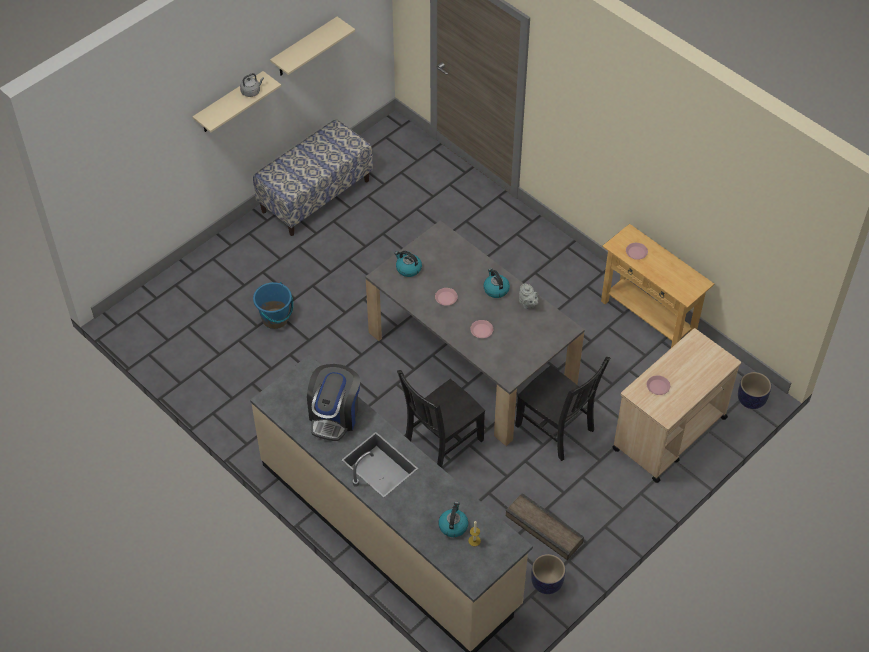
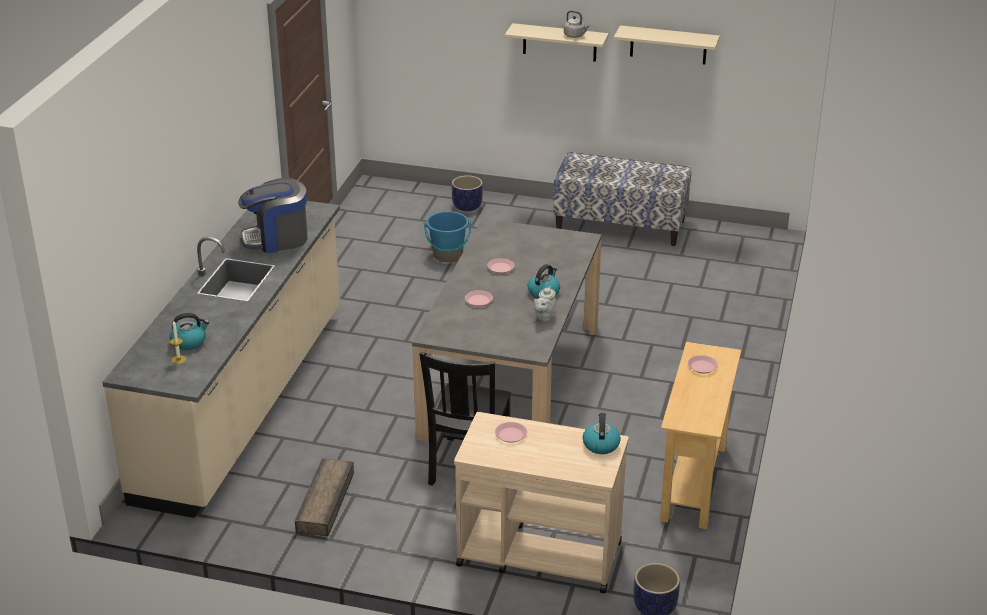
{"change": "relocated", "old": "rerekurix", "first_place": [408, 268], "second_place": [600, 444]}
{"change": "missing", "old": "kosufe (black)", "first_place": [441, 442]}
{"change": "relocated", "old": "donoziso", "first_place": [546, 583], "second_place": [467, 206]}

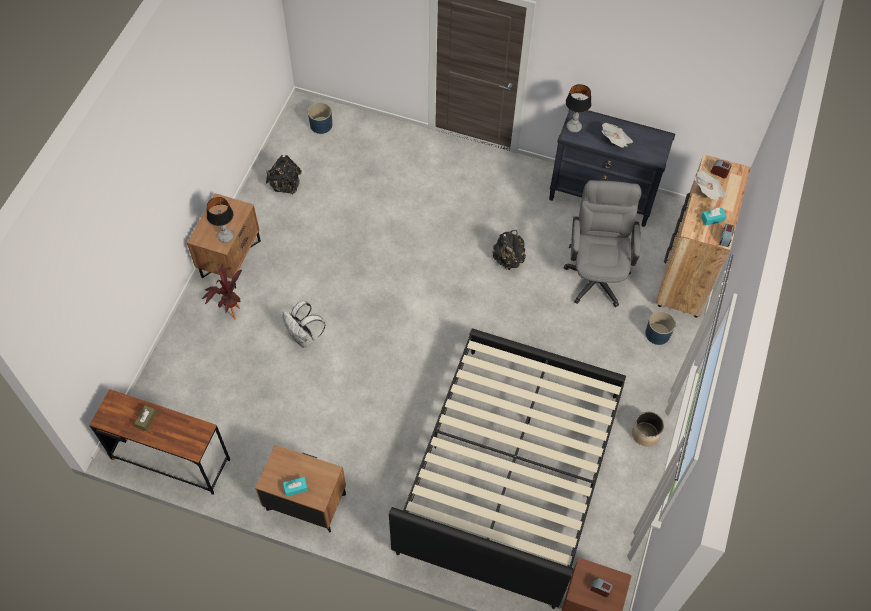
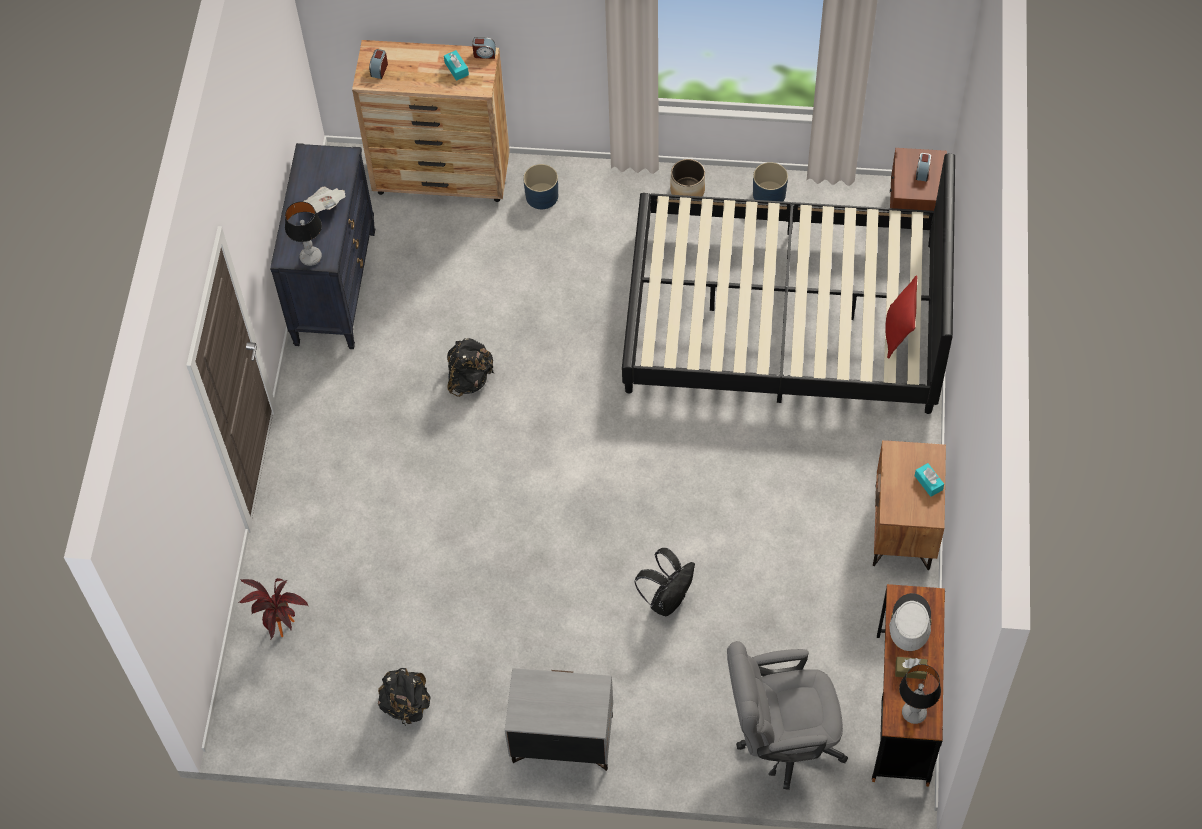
{"change": "relocated", "old": "donoziso (blue)", "first_place": [321, 125], "second_place": [768, 194]}
{"change": "missing", "old": "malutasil", "first_place": [708, 192]}
{"change": "relocated", "old": "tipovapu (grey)", "first_place": [597, 273], "second_place": [781, 740]}
{"change": "colour", "old": "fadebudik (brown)", "new": "fadebudik (grey)", "first_place": [230, 258], "second_place": [562, 740]}
{"change": "relocated", "old": "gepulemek", "first_place": [225, 236], "second_place": [913, 713]}
{"change": "relocated", "old": "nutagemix", "first_place": [229, 312], "second_place": [284, 632]}
{"change": "colour", "old": "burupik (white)", "new": "burupik (black)", "first_place": [304, 337], "second_place": [667, 599]}
{"change": "appeared", "new": "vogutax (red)", "second_place": [898, 332]}
{"change": "appeared", "new": "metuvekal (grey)", "second_place": [910, 623]}

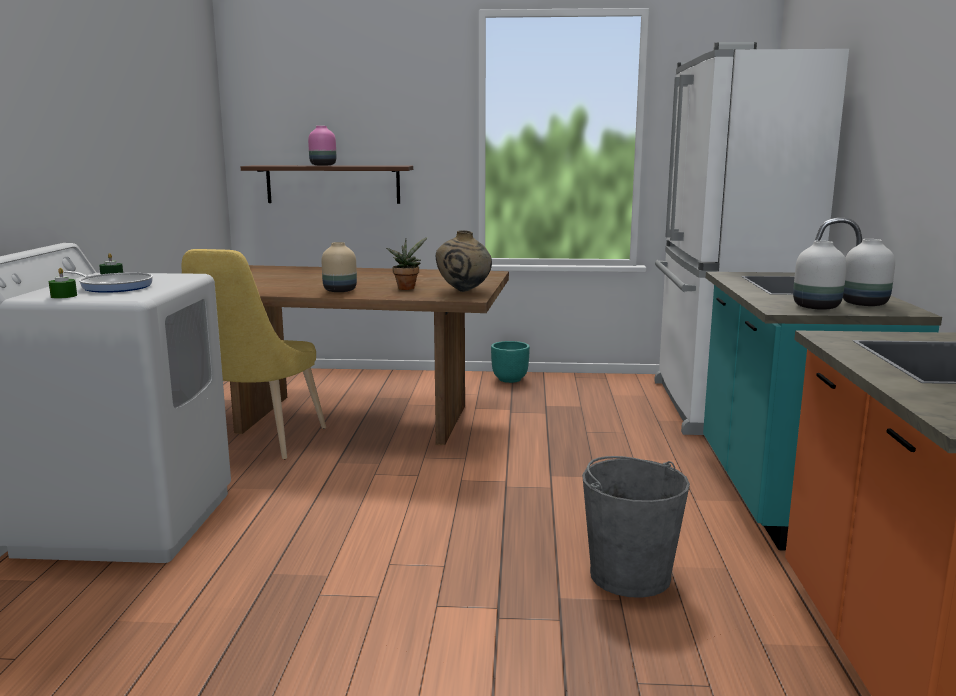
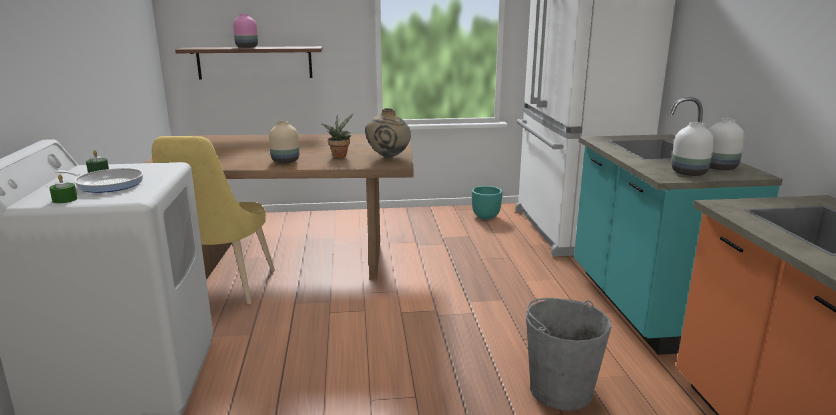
{"change": "relocated", "old": "donoziso (turquoise)", "first_place": [510, 379], "second_place": [486, 216]}

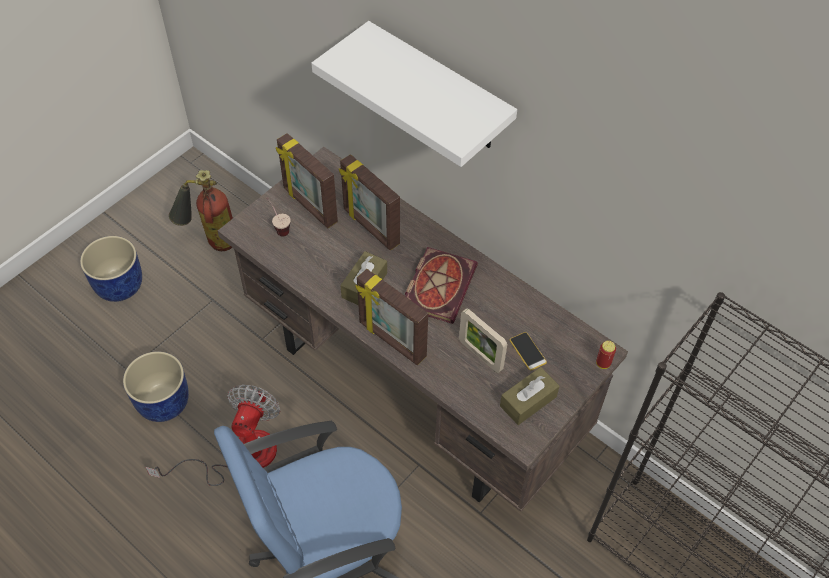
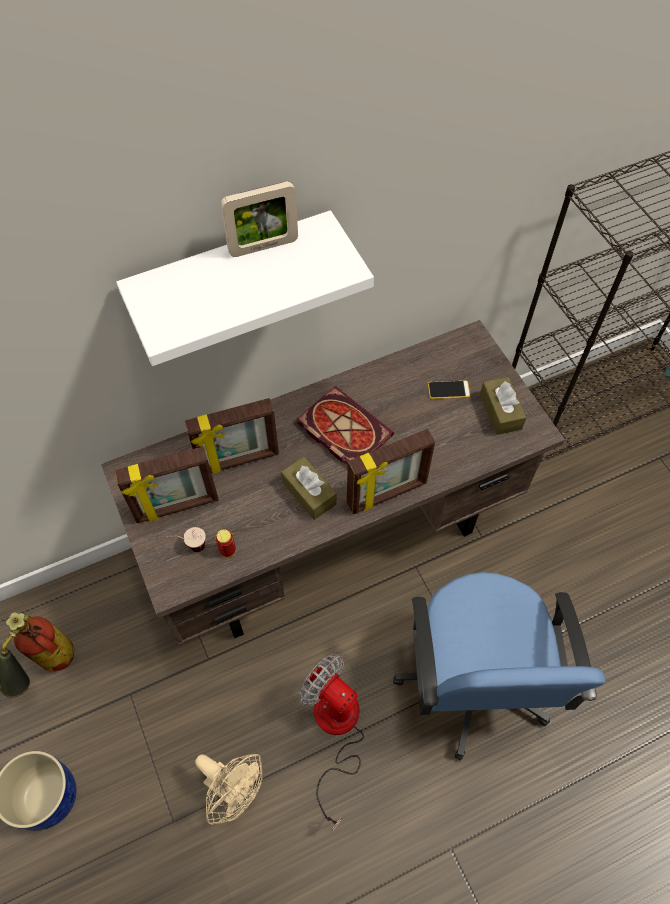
{"change": "relocated", "old": "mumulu", "first_place": [480, 355], "second_place": [263, 246]}
{"change": "relocated", "old": "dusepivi", "first_place": [603, 363], "second_place": [227, 550]}
{"change": "exchanged", "old": "donoziso (blue)", "new": "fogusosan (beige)", "first_place": [164, 402], "second_place": [234, 790]}

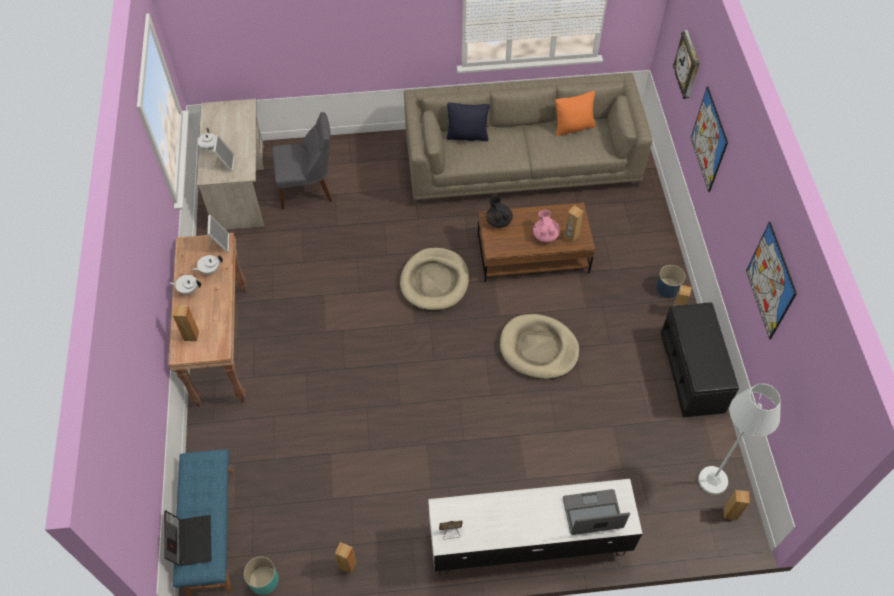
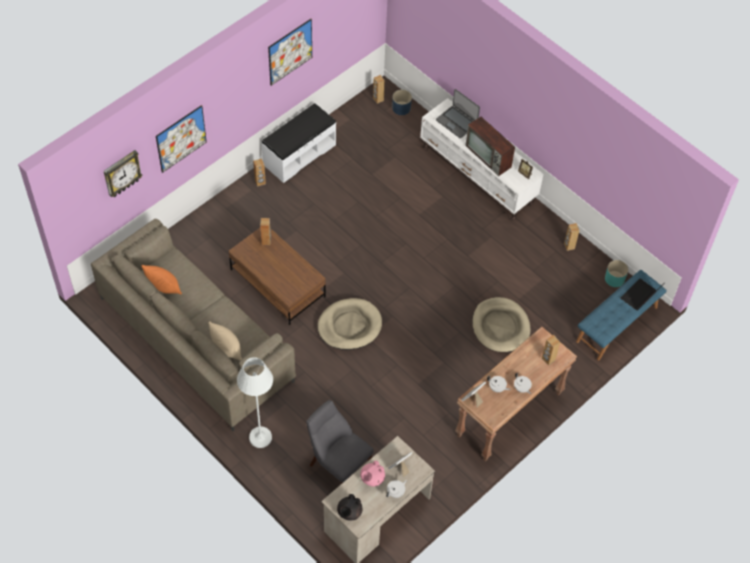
{"change": "colour", "old": "vogutax (black)", "new": "vogutax (beige)", "first_place": [467, 136], "second_place": [227, 349]}
{"change": "relocated", "old": "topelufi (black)", "first_place": [498, 221], "second_place": [349, 512]}
{"change": "relocated", "old": "topelufi (pink)", "first_place": [545, 235], "second_place": [372, 478]}
{"change": "relocated", "old": "donoziso (blue)", "first_place": [667, 288], "second_place": [401, 108]}
{"change": "colour", "old": "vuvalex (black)", "new": "vuvalex (white)", "first_place": [692, 372], "second_place": [299, 154]}
{"change": "relocated", "old": "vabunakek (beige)", "first_place": [538, 349], "second_place": [500, 326]}
{"change": "relocated", "old": "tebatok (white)", "first_place": [712, 480], "second_place": [260, 437]}
{"change": "appeared", "new": "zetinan", "second_place": [489, 157]}

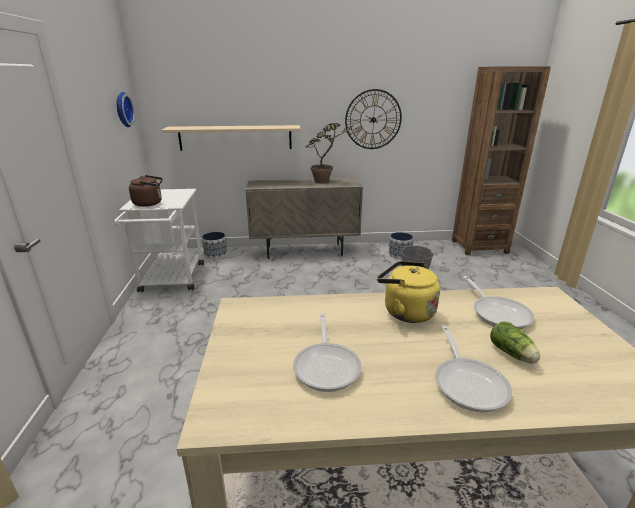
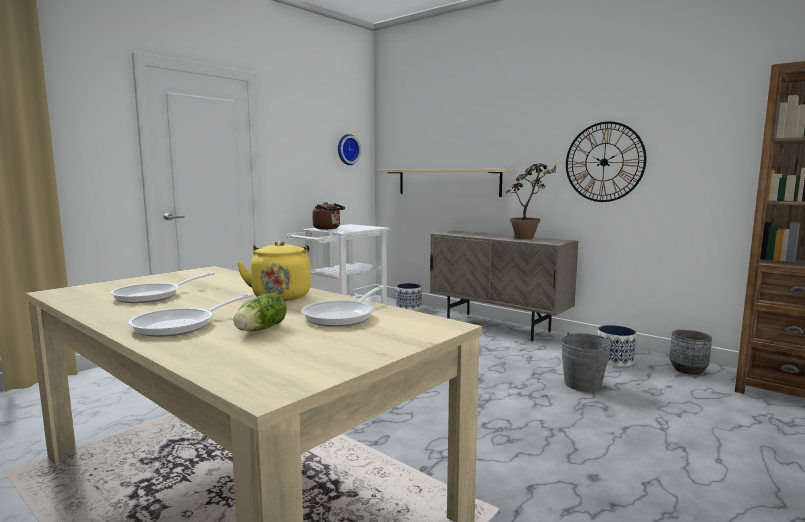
{"change": "appeared", "new": "donoziso (grey)", "second_place": [687, 370]}

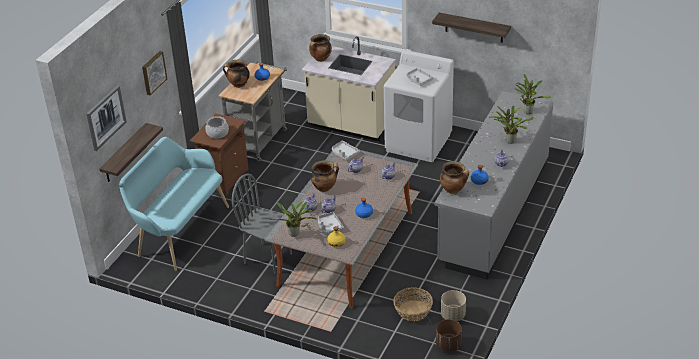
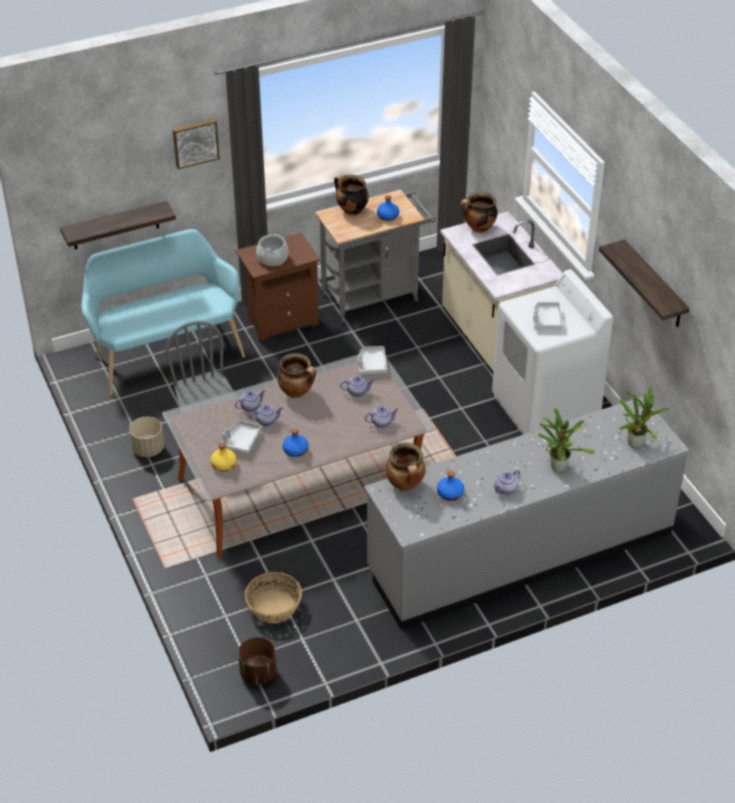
{"change": "missing", "old": "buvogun", "first_place": [105, 117]}
{"change": "missing", "old": "nutagemix", "first_place": [295, 234]}
{"change": "relocated", "old": "donoziso (beige)", "first_place": [452, 315], "second_place": [148, 449]}

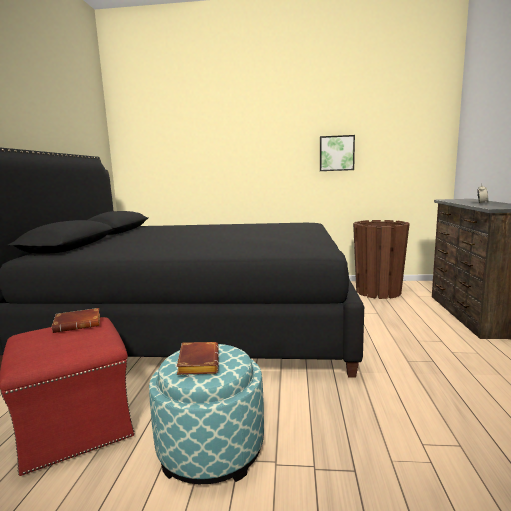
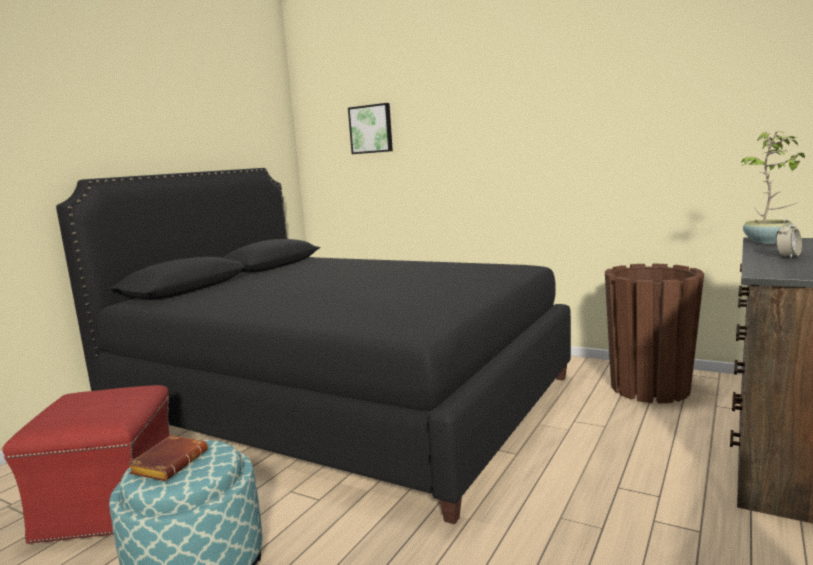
{"change": "relocated", "old": "buvogun", "first_place": [336, 153], "second_place": [371, 129]}
{"change": "missing", "old": "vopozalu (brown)", "first_place": [79, 324]}
{"change": "appeared", "new": "nutagemix", "second_place": [768, 242]}

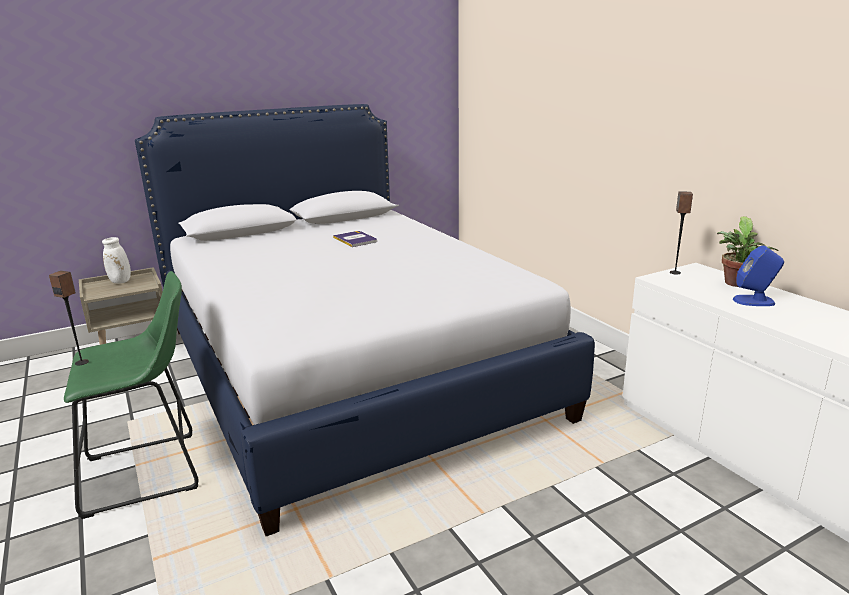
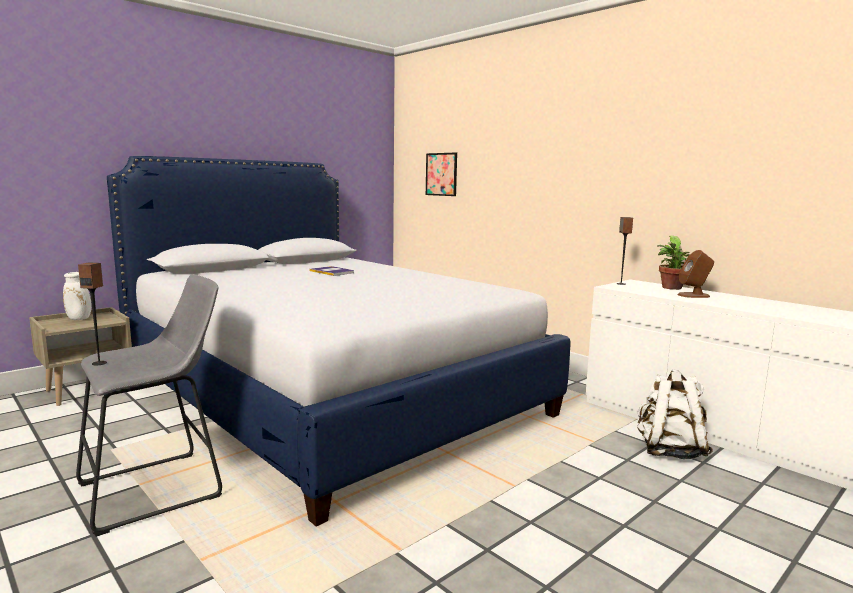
{"change": "colour", "old": "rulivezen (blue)", "new": "rulivezen (brown)", "first_place": [754, 301], "second_place": [694, 295]}
{"change": "colour", "old": "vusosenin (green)", "new": "vusosenin (grey)", "first_place": [150, 472], "second_place": [159, 489]}
{"change": "appeared", "new": "buvogun", "second_place": [441, 174]}
{"change": "appeared", "new": "burupik (white)", "second_place": [669, 451]}

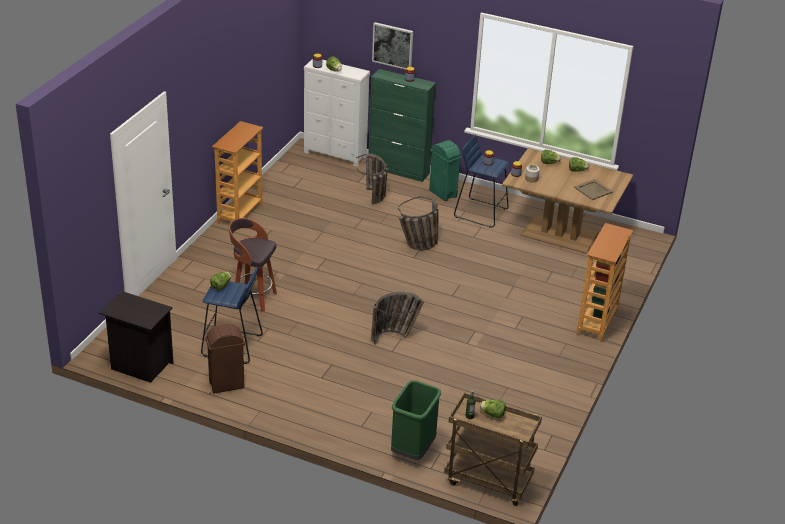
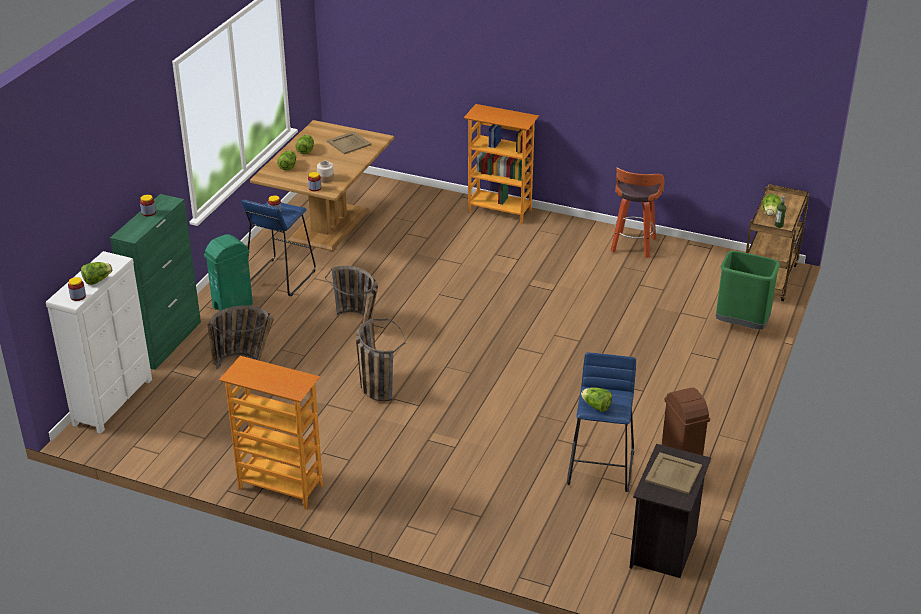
{"change": "missing", "old": "buvogun", "first_place": [392, 45]}
{"change": "relocated", "old": "vusosenin", "first_place": [253, 298], "second_place": [633, 246]}
{"change": "relocated", "old": "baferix", "first_place": [395, 337], "second_place": [375, 384]}
{"change": "appeared", "new": "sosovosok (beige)", "second_place": [673, 474]}

